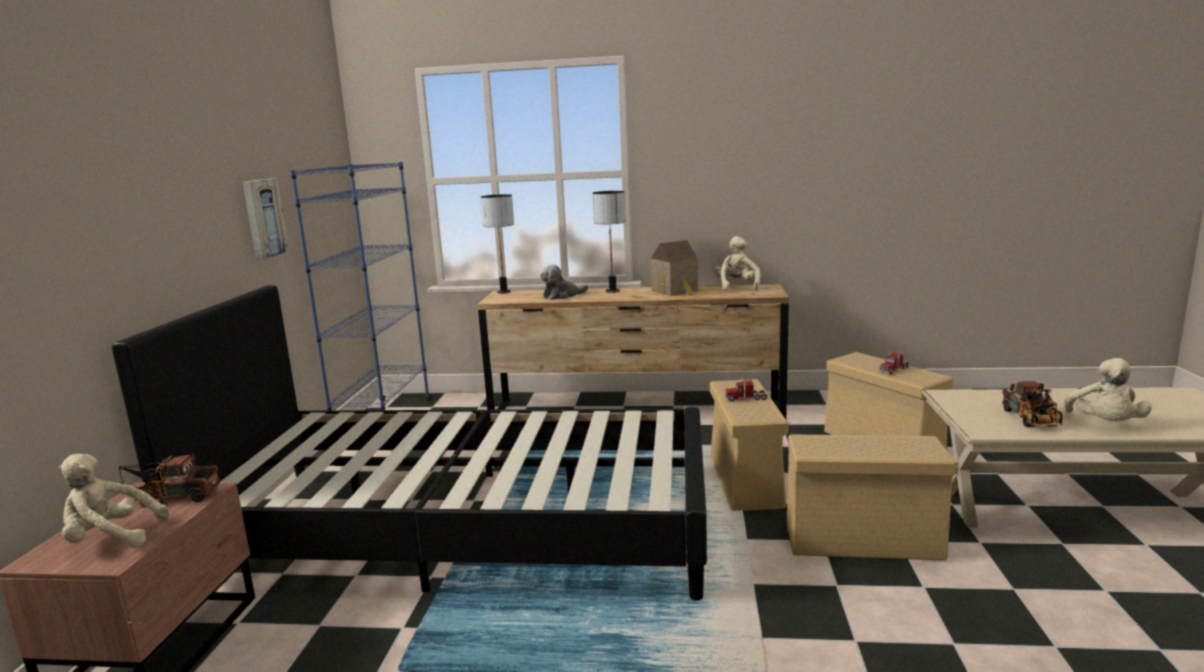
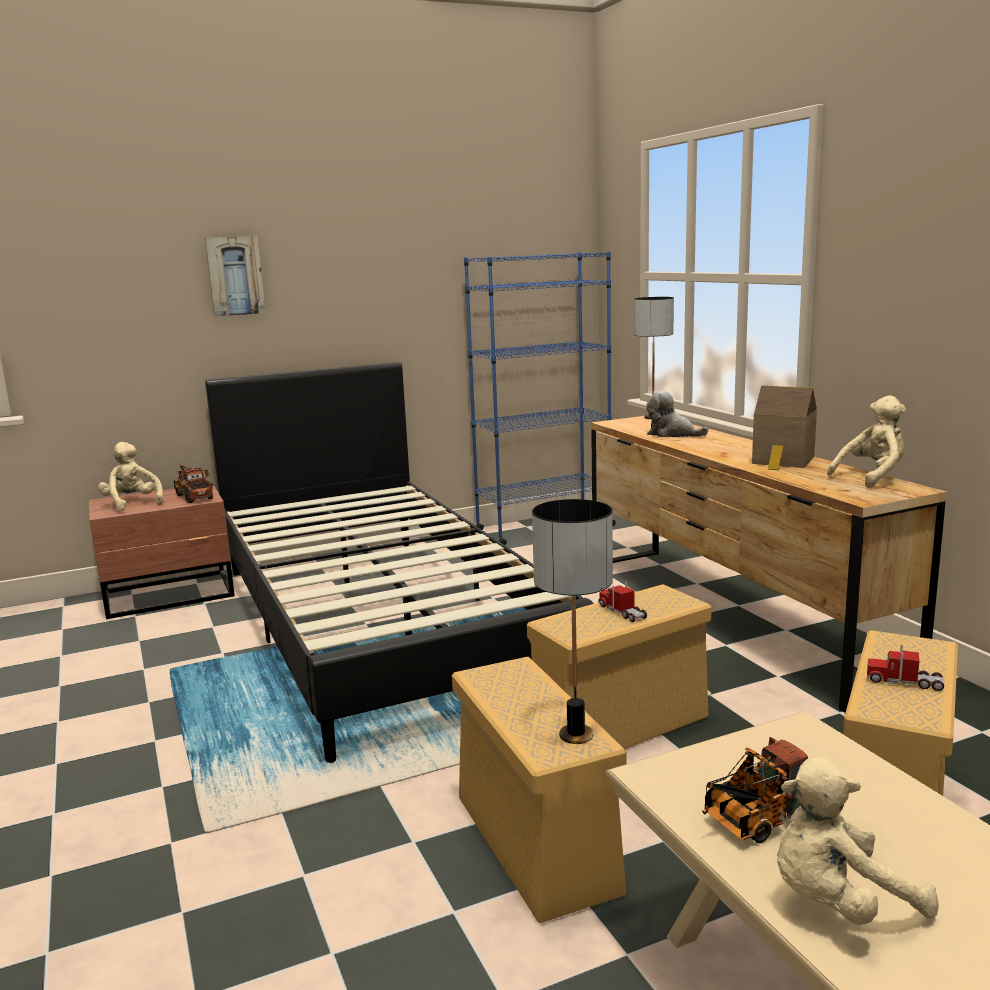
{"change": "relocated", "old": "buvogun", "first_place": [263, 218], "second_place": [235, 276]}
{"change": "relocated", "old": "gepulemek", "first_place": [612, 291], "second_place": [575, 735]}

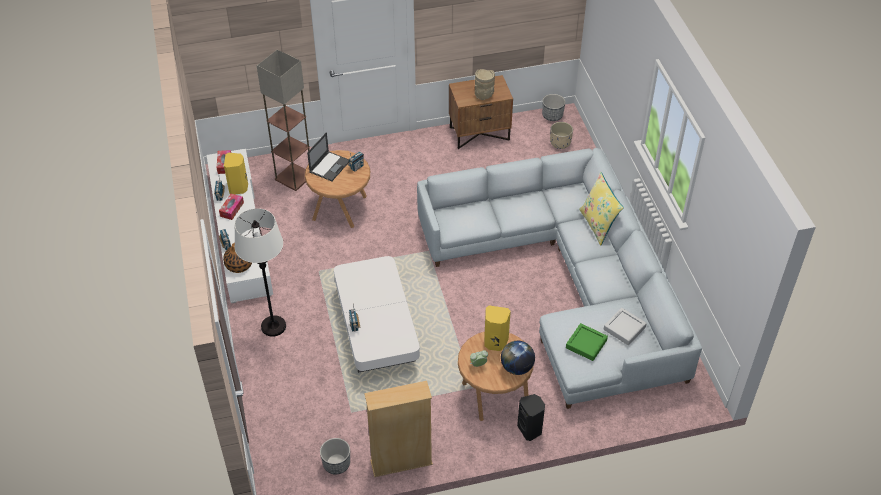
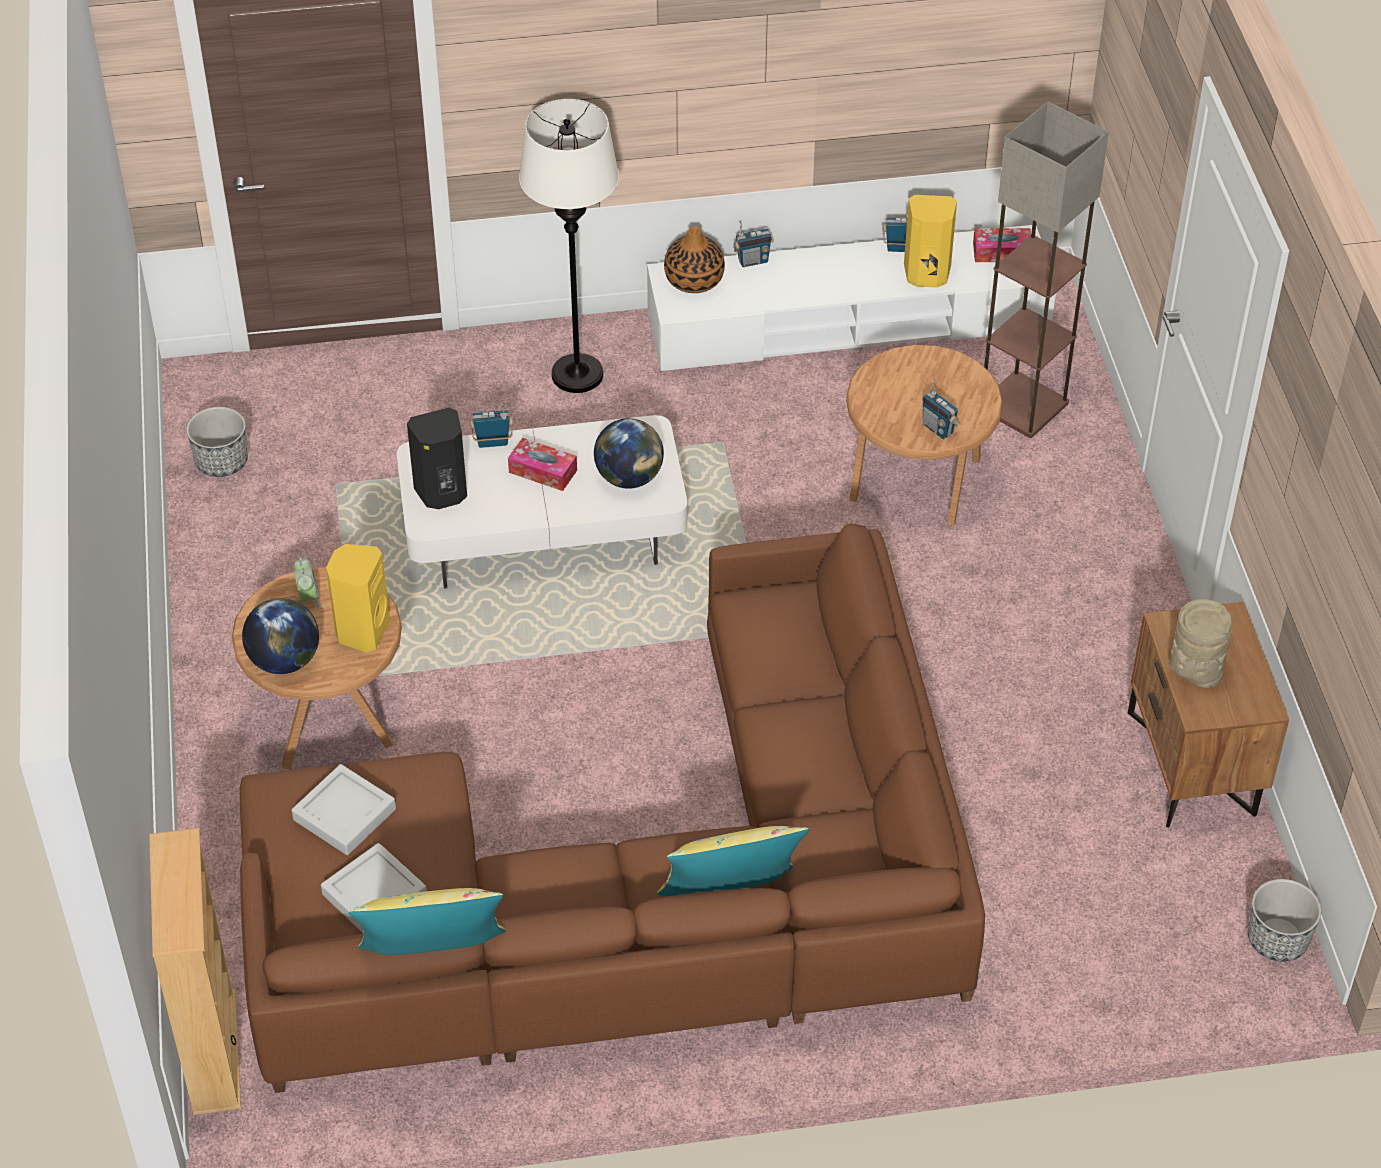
{"change": "missing", "old": "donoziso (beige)", "first_place": [560, 143]}
{"change": "missing", "old": "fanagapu", "first_place": [330, 166]}
{"change": "colour", "old": "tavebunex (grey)", "new": "tavebunex (brown)", "first_place": [567, 280], "second_place": [638, 891]}
{"change": "relocated", "old": "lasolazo", "first_place": [232, 209], "second_place": [543, 471]}
{"change": "colour", "old": "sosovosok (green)", "new": "sosovosok (grey)", "first_place": [586, 344], "second_place": [344, 814]}
{"change": "relocated", "old": "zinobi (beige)", "first_place": [401, 463], "second_place": [214, 1052]}
{"change": "relocated", "old": "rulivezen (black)", "first_place": [530, 429], "second_place": [442, 493]}
{"change": "appeared", "new": "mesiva", "second_place": [629, 478]}
{"change": "appeared", "new": "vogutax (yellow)", "second_place": [433, 960]}

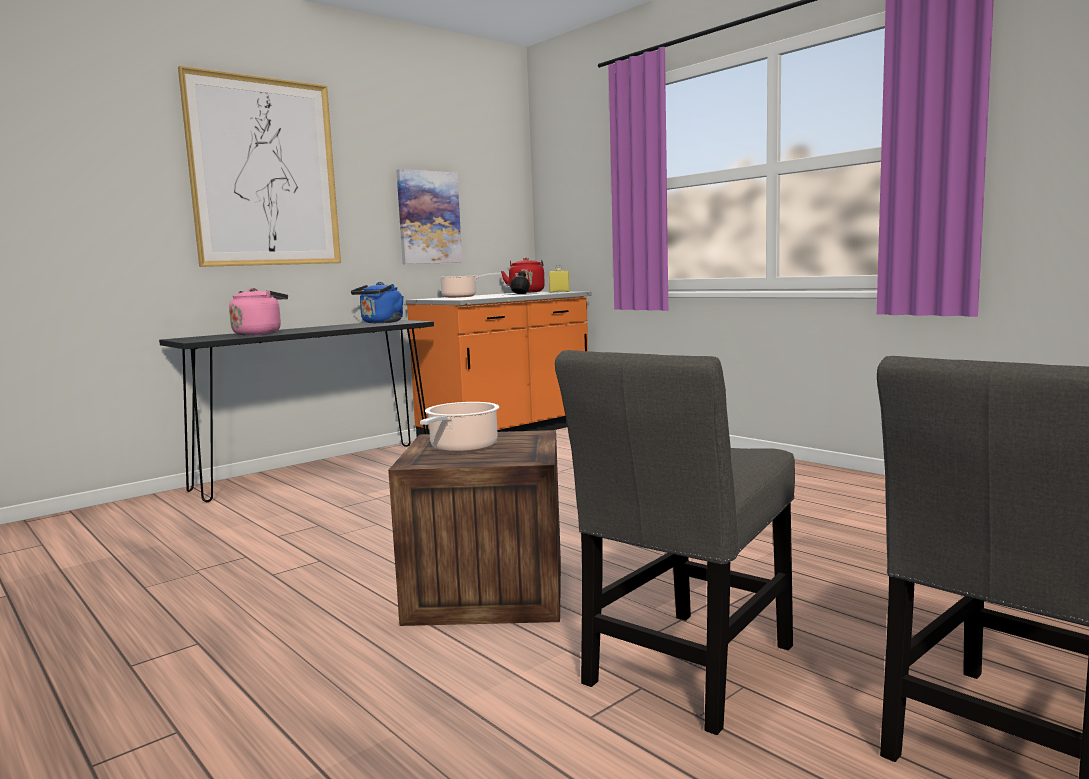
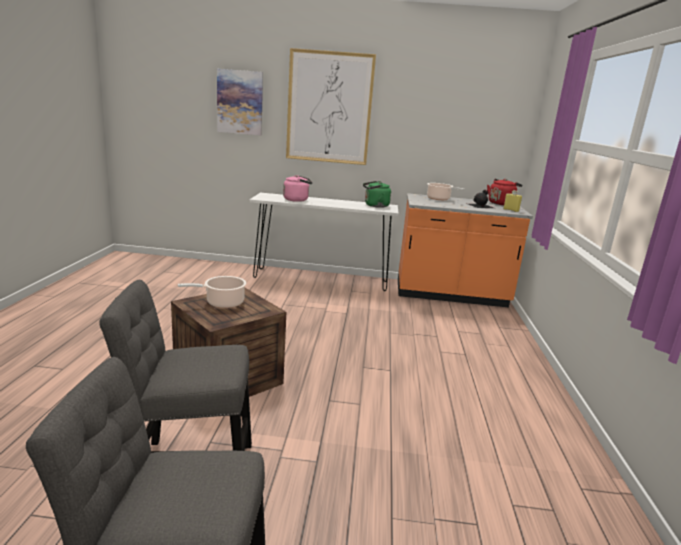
{"change": "relocated", "old": "buvogun", "first_place": [428, 217], "second_place": [240, 102]}
{"change": "colour", "old": "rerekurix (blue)", "new": "rerekurix (green)", "first_place": [380, 322], "second_place": [375, 206]}
{"change": "colour", "old": "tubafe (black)", "new": "tubafe (white)", "first_place": [318, 471], "second_place": [320, 279]}

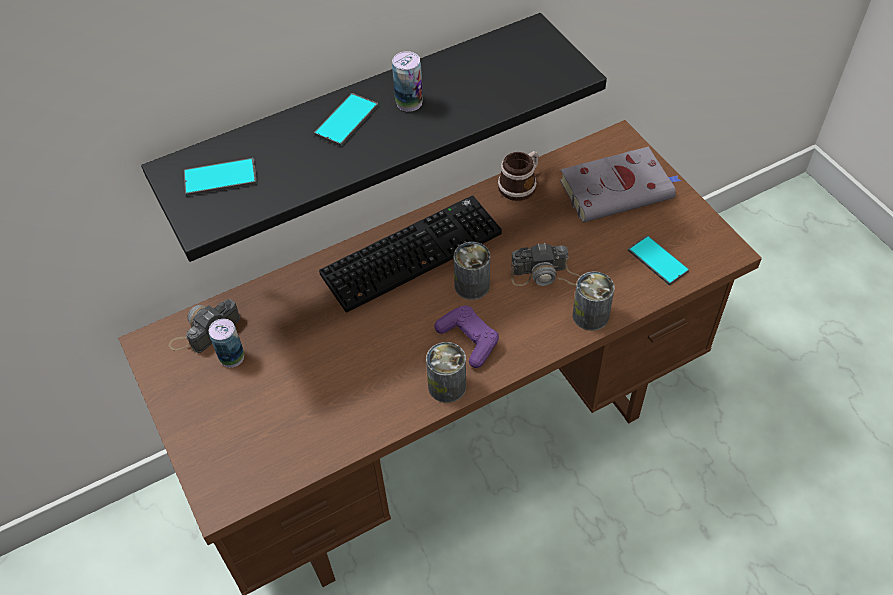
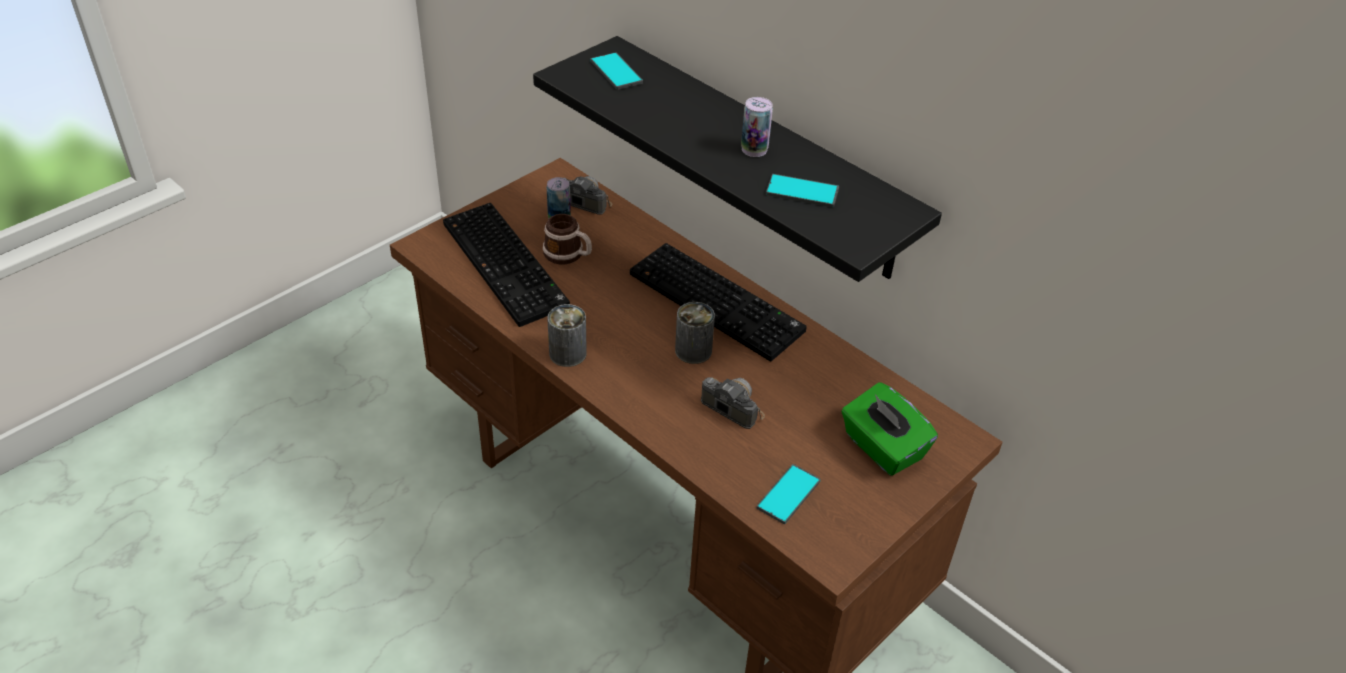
{"change": "relocated", "old": "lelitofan", "first_place": [346, 120], "second_place": [802, 191]}
{"change": "exchanged", "old": "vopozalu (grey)", "new": "lasolazo (green)", "first_place": [618, 189], "second_place": [882, 448]}
{"change": "relocated", "old": "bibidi", "first_place": [520, 184], "second_place": [568, 255]}
{"change": "spun", "old": "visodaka", "first_place": [545, 275], "second_place": [729, 403], "degrees": 150}
{"change": "missing", "old": "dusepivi", "first_place": [590, 315]}
{"change": "missing", "old": "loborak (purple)", "first_place": [468, 340]}
{"change": "appeared", "new": "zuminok", "second_place": [508, 265]}

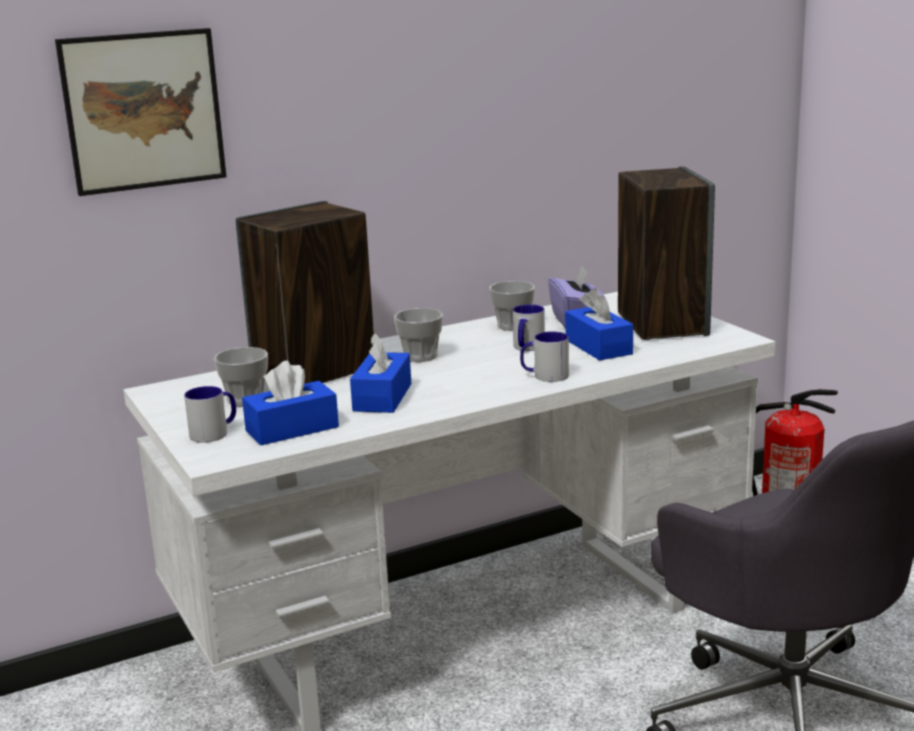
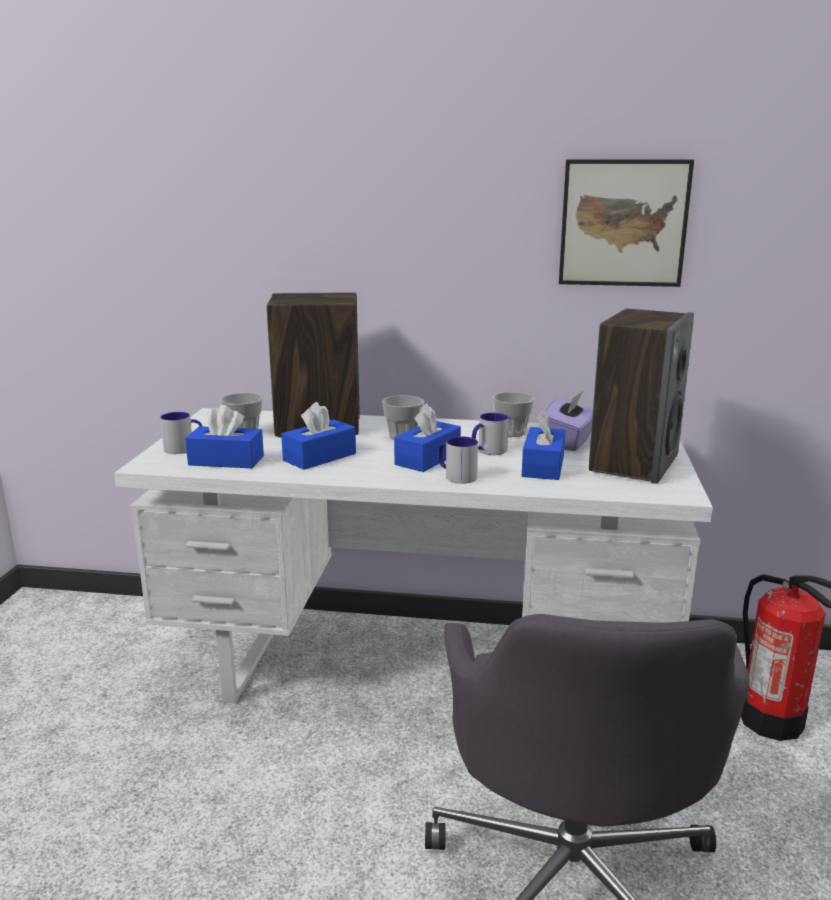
{"change": "relocated", "old": "buvogun", "first_place": [143, 111], "second_place": [623, 223]}
{"change": "appeared", "new": "lasolazo (blue)", "second_place": [427, 459]}

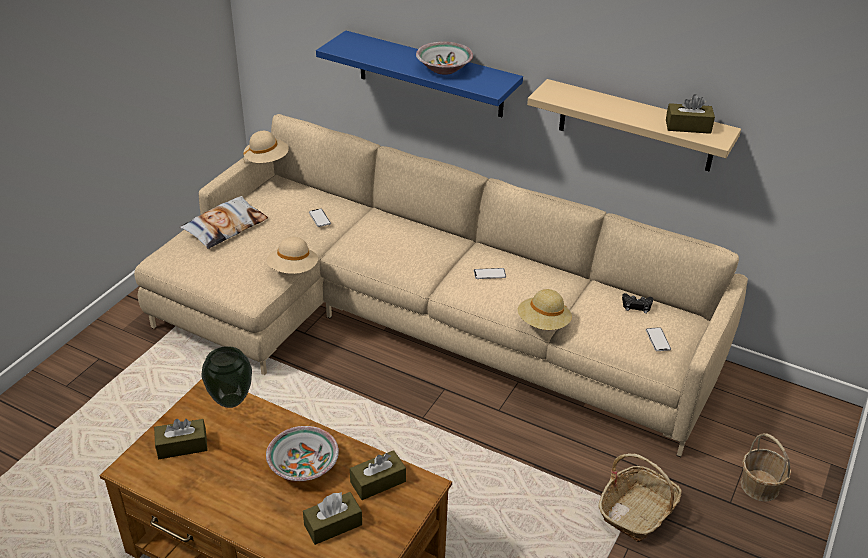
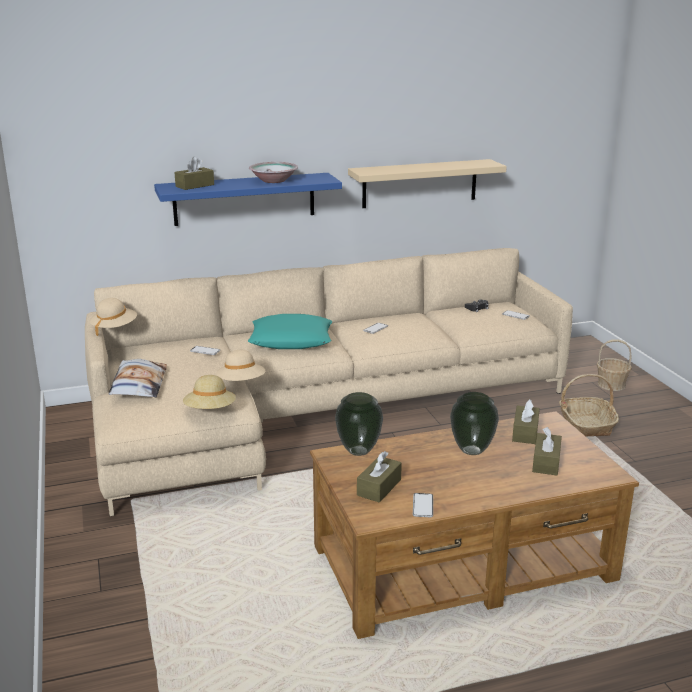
{"change": "relocated", "old": "lasolazo (brown)", "first_place": [688, 126], "second_place": [195, 186]}
{"change": "relocated", "old": "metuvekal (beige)", "first_place": [543, 323], "second_place": [210, 410]}
{"change": "exchanged", "old": "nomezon", "new": "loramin", "first_place": [302, 465], "second_place": [471, 451]}
{"change": "appeared", "new": "vogutax (turquoise)", "second_place": [291, 340]}
{"change": "appeared", "new": "lelitofan", "second_place": [423, 506]}

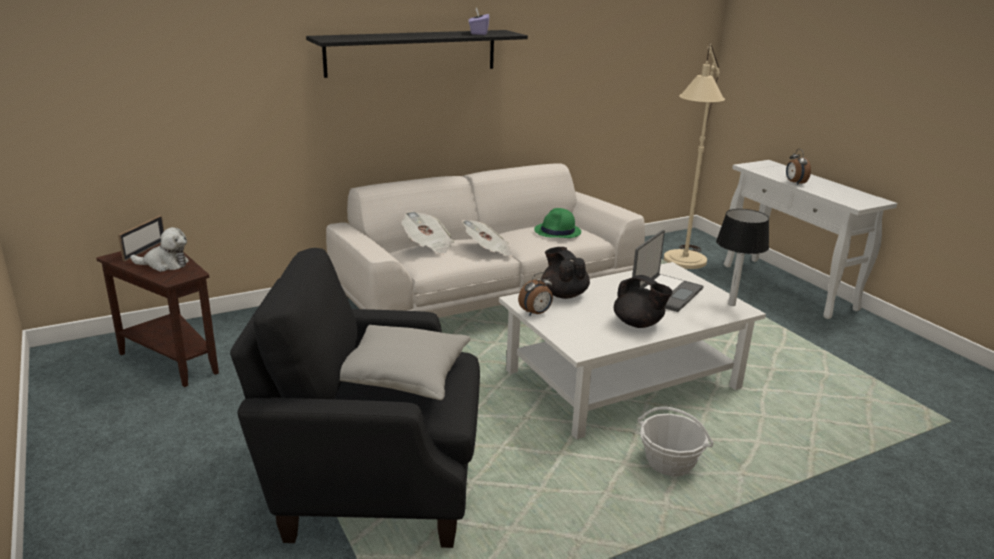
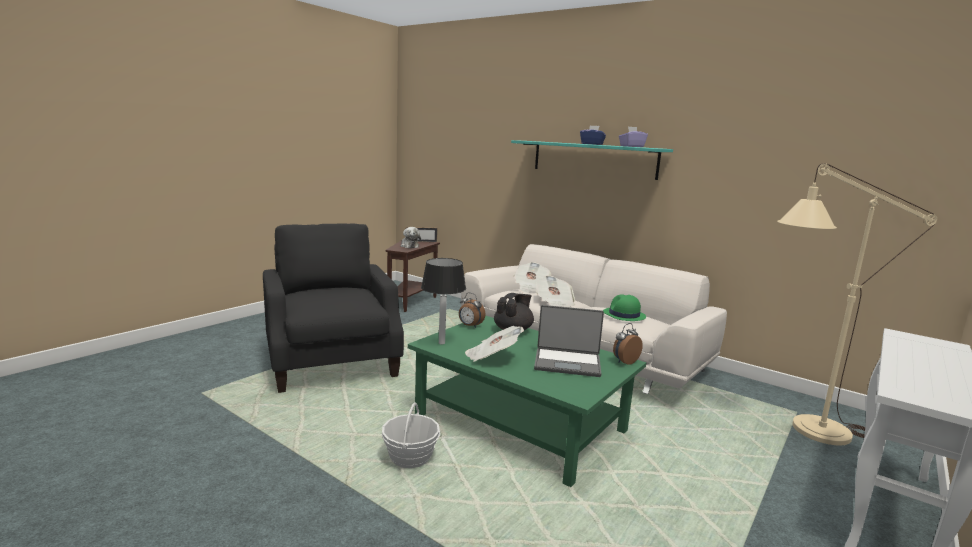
{"change": "colour", "old": "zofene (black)", "new": "zofene (turquoise)", "first_place": [412, 52], "second_place": [593, 159]}
{"change": "relocated", "old": "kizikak", "first_place": [794, 183], "second_place": [624, 361]}
{"change": "relocated", "old": "gepulemek", "first_place": [731, 304], "second_place": [442, 343]}
{"change": "colour", "old": "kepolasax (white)", "new": "kepolasax (green)", "first_place": [622, 379], "second_place": [520, 423]}
{"change": "exchanged", "old": "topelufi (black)", "new": "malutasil", "first_place": [638, 324], "second_place": [492, 357]}
{"change": "missing", "old": "vogutax (grey)", "first_place": [403, 376]}
{"change": "appeared", "new": "lasolazo (blue)", "second_place": [592, 144]}

